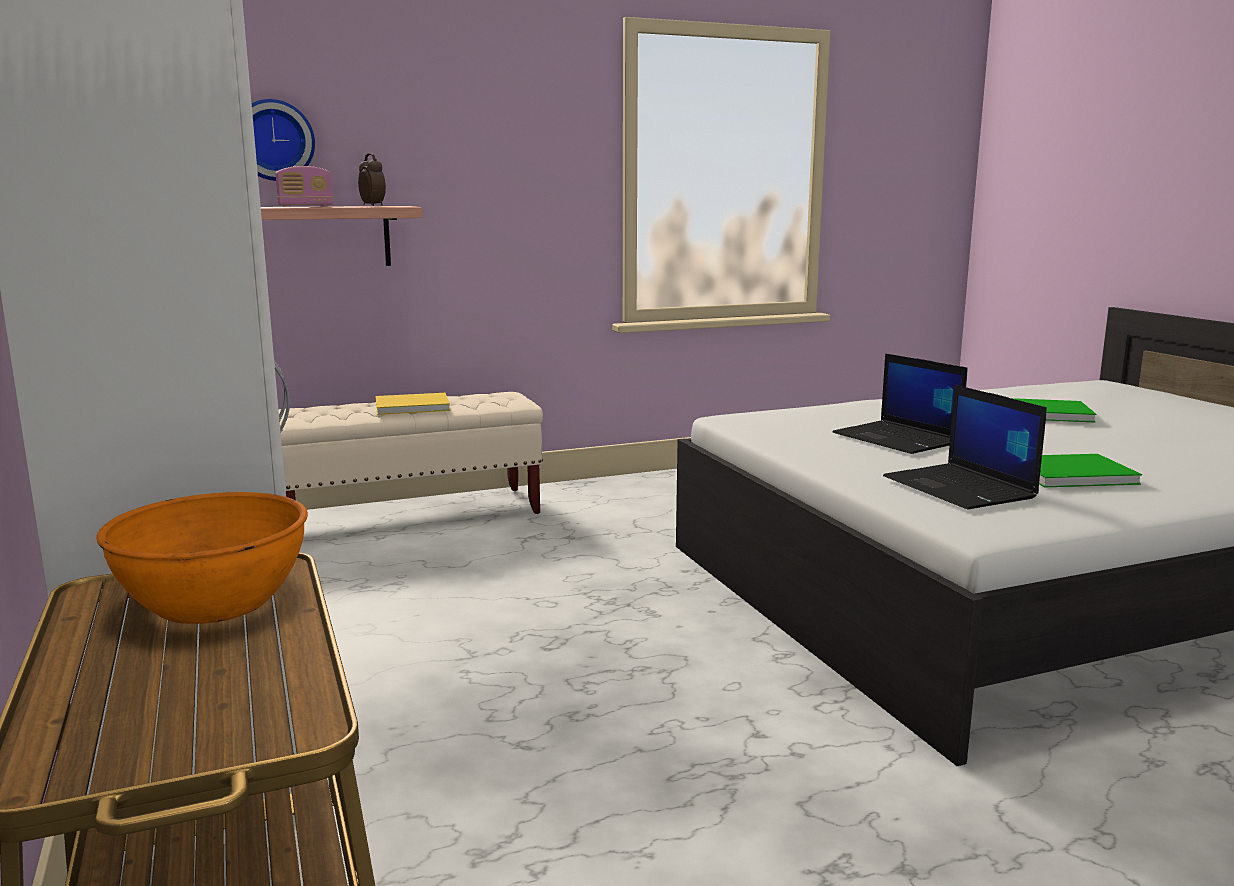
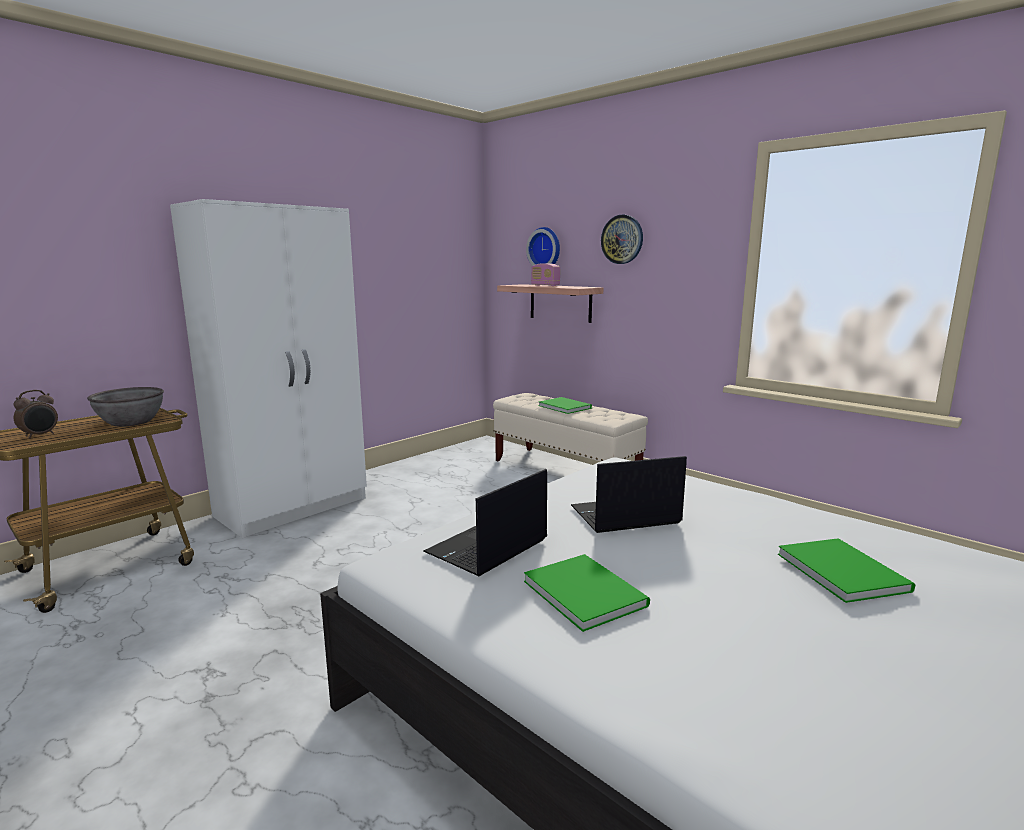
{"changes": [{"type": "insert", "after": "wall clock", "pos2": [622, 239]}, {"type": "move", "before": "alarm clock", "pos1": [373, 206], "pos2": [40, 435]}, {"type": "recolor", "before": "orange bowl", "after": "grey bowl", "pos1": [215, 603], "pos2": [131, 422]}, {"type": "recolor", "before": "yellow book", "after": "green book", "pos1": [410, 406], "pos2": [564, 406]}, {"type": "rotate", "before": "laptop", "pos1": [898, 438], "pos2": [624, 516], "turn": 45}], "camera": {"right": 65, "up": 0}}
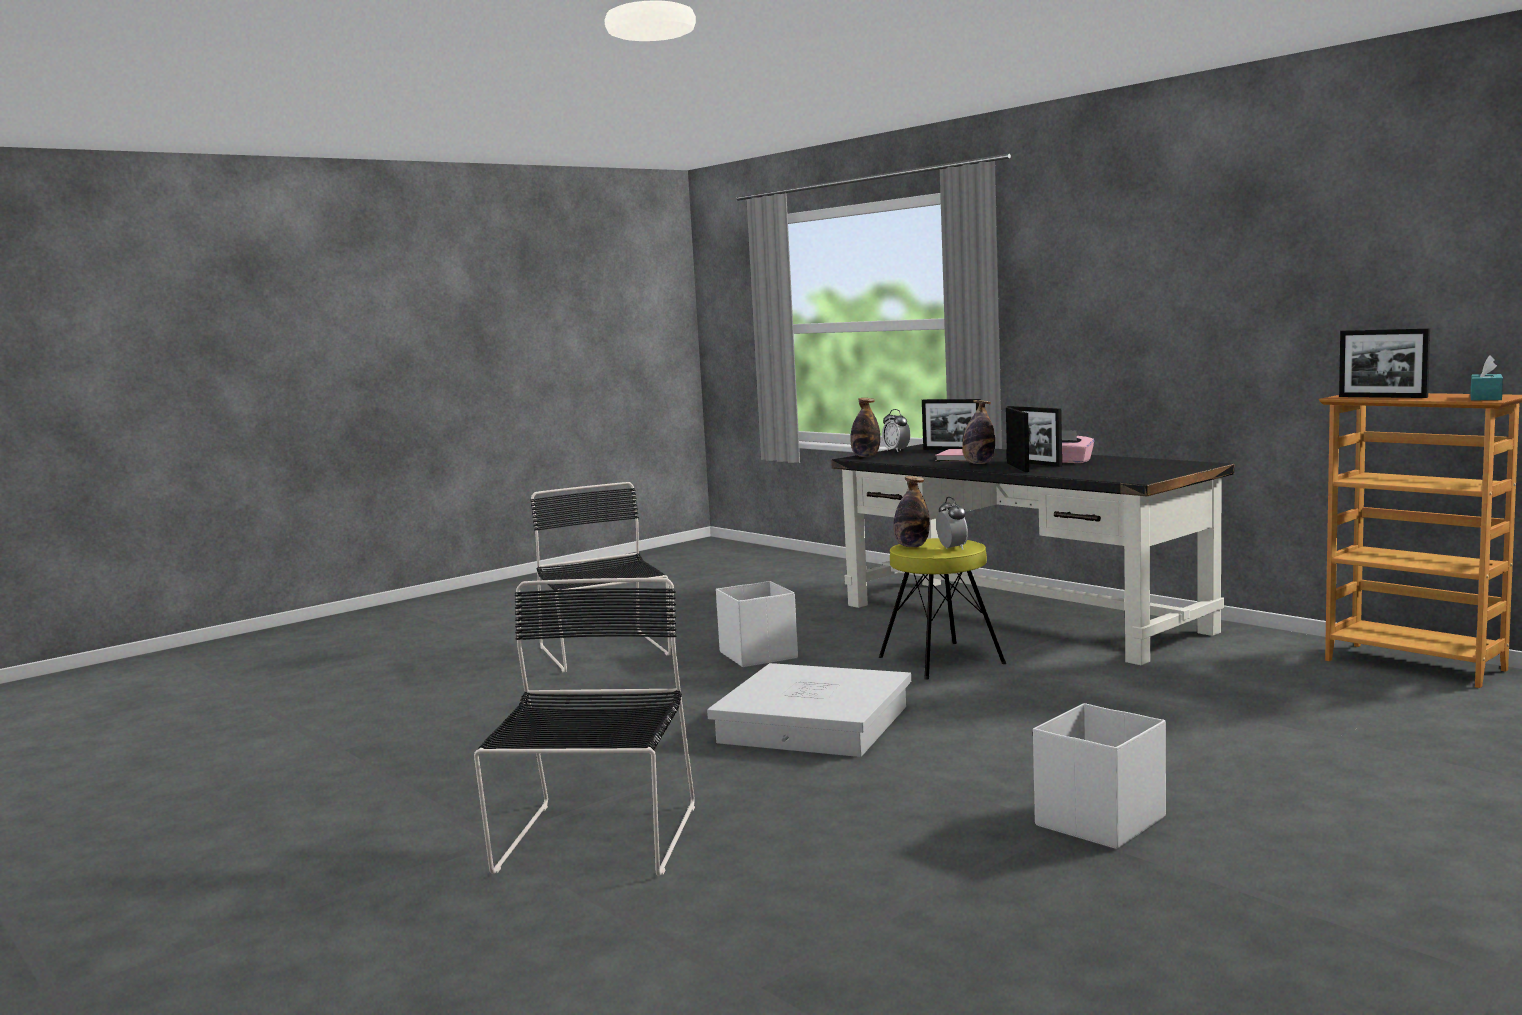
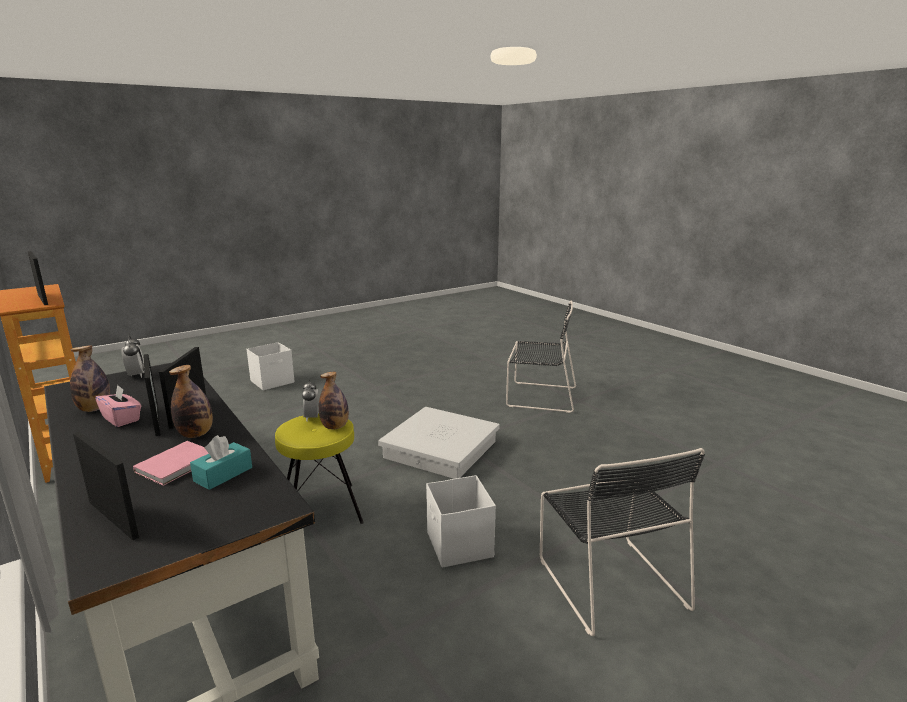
{"changes": [{"type": "move", "before": "bottle", "pos1": [865, 456], "pos2": [94, 409]}, {"type": "move", "before": "alarm clock", "pos1": [896, 451], "pos2": [136, 375]}, {"type": "move", "before": "white storage box", "pos1": [1098, 822], "pos2": [273, 382]}, {"type": "move", "before": "turquoise tissue box", "pos1": [1485, 398], "pos2": [223, 474]}, {"type": "rotate", "before": "black chair", "pos1": [595, 842], "pos2": [539, 396], "turn": -90}], "camera": {"right": -175, "up": 10}}
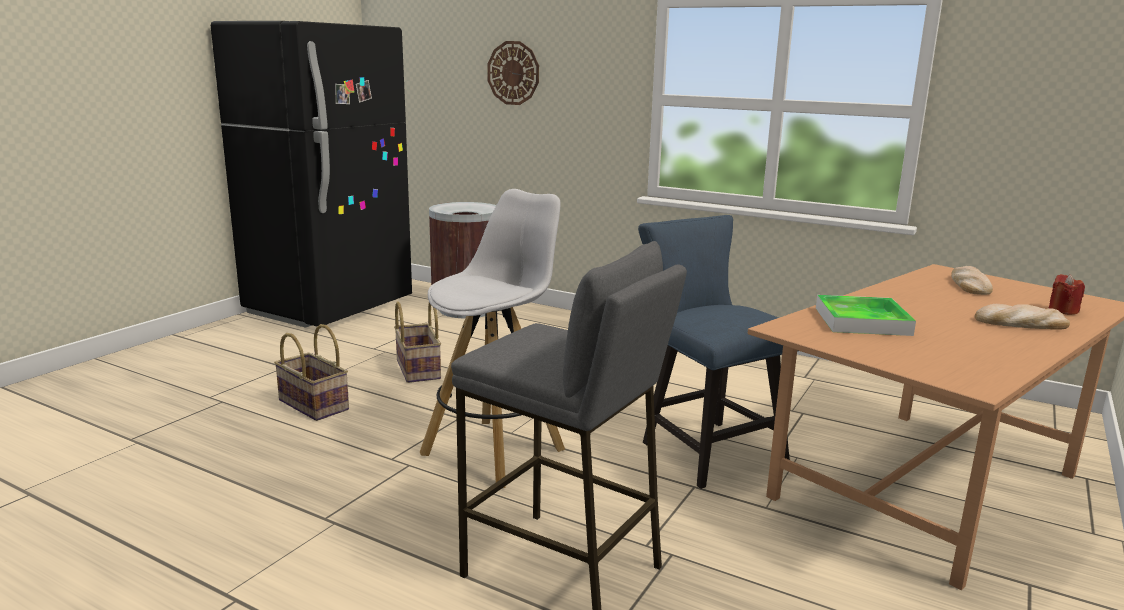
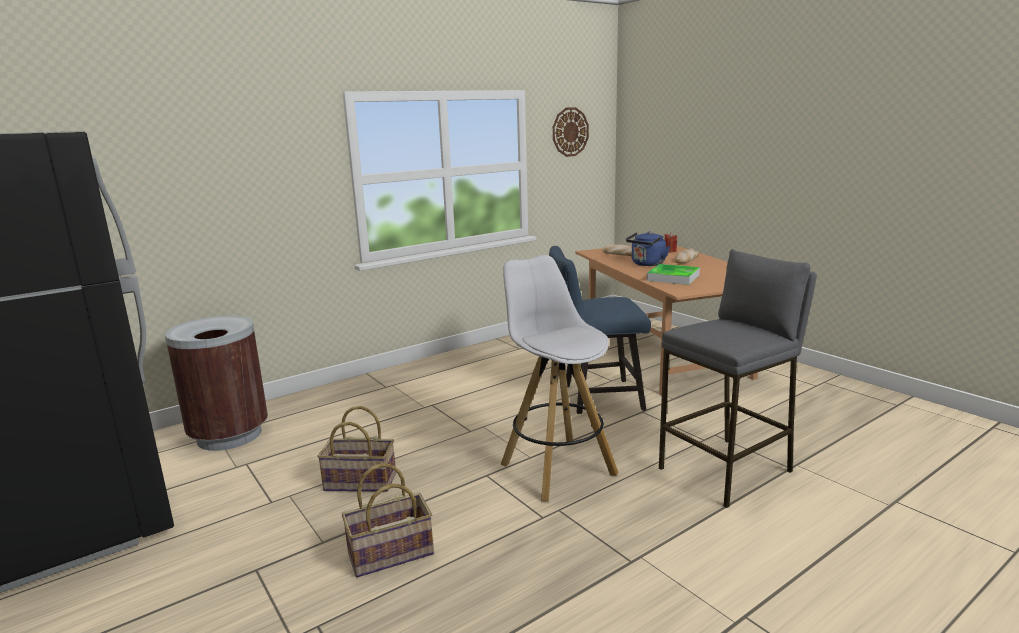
{"changes": [{"type": "insert", "after": "blue kettle", "pos2": [647, 264]}, {"type": "move", "before": "wall clock", "pos1": [513, 73], "pos2": [570, 132]}], "camera": {"right": -65, "up": 0}}
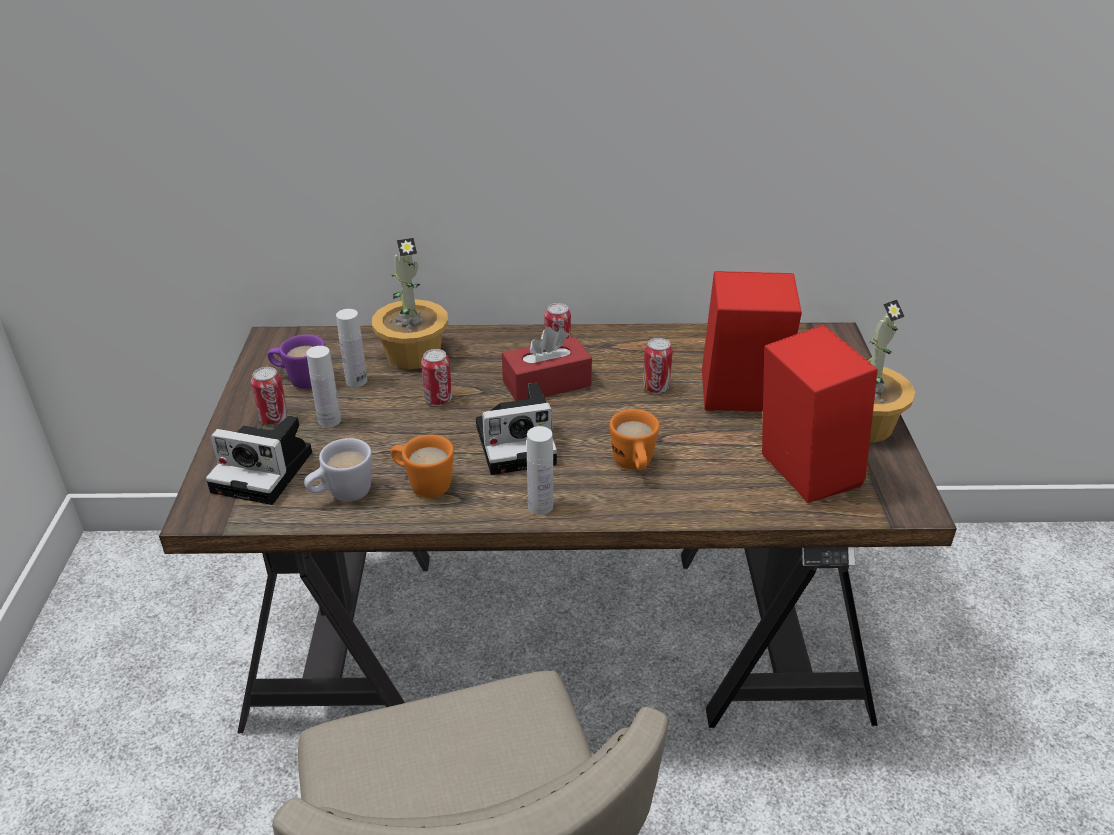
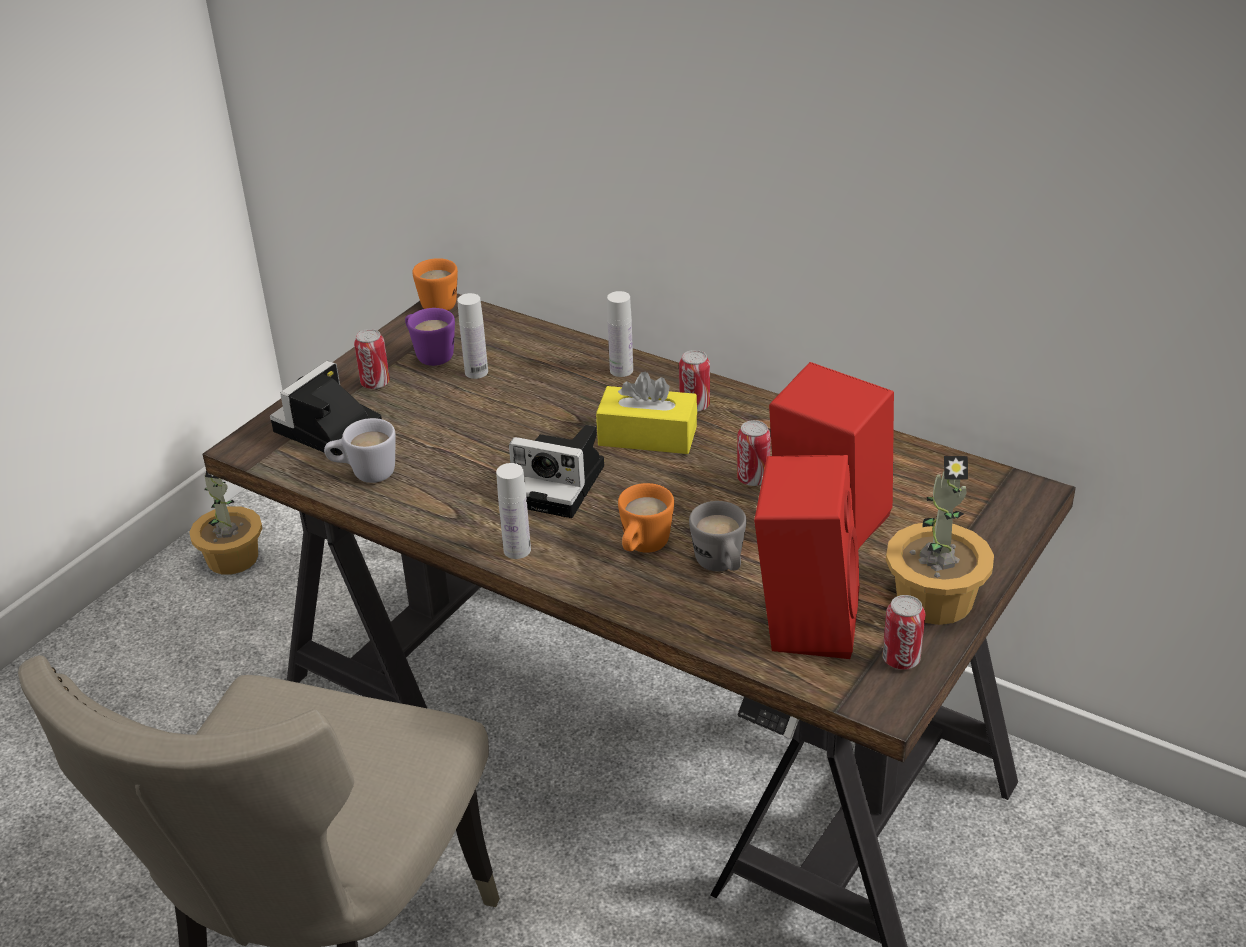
{"changes": [{"type": "insert", "after": "grey mug", "pos2": [721, 567]}, {"type": "move", "before": "white bottle", "pos1": [329, 420], "pos2": [621, 370]}, {"type": "move", "before": "potted plant", "pos1": [413, 353], "pos2": [233, 557]}, {"type": "move", "before": "orange mug", "pos1": [423, 484], "pos2": [435, 302]}, {"type": "move", "before": "can", "pos1": [438, 399], "pos2": [901, 659]}, {"type": "recolor", "before": "red tissue box", "after": "yellow tissue box", "pos1": [546, 383], "pos2": [647, 436]}, {"type": "rotate", "before": "photo camera", "pos1": [266, 471], "pos2": [326, 430], "turn": 75}], "camera": {"right": 35, "up": 0}}
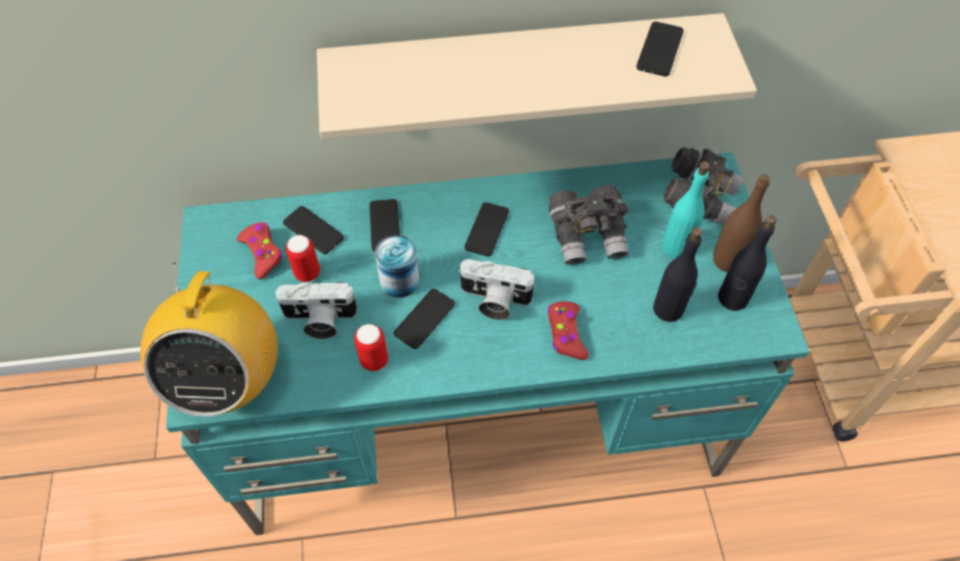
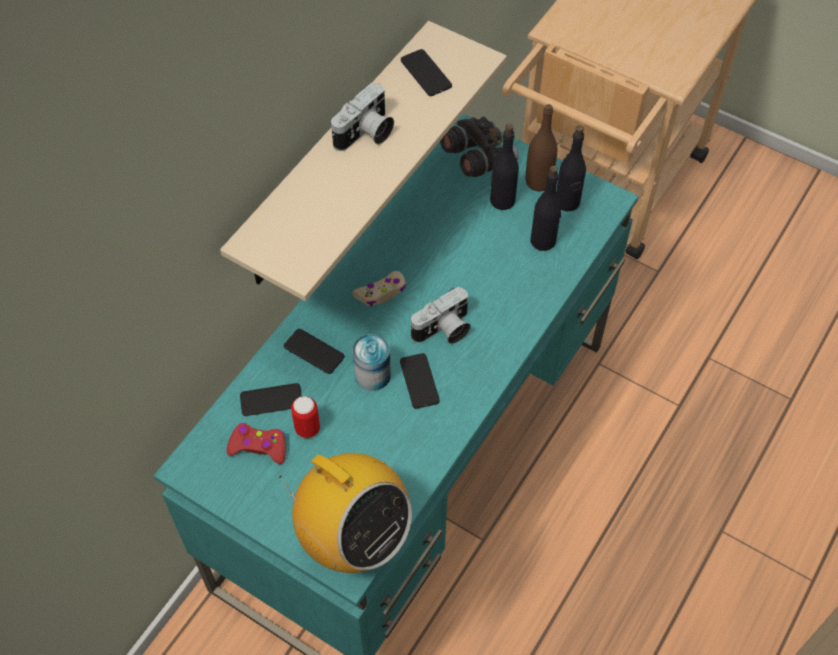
{"changes": [{"type": "delete", "before": "can", "pos1": [374, 360]}, {"type": "delete", "before": "red game controller", "pos1": [566, 334]}, {"type": "delete", "before": "grey binoculars", "pos1": [588, 235]}, {"type": "move", "before": "photo camera", "pos1": [319, 320], "pos2": [366, 134]}, {"type": "replace", "before": "phone", "after": "beige game controller", "pos1": [487, 229], "pos2": [381, 293]}, {"type": "recolor", "before": "turquoise bottle", "after": "black bottle", "pos1": [676, 247], "pos2": [502, 200]}], "camera": {"right": -50, "up": 0}}
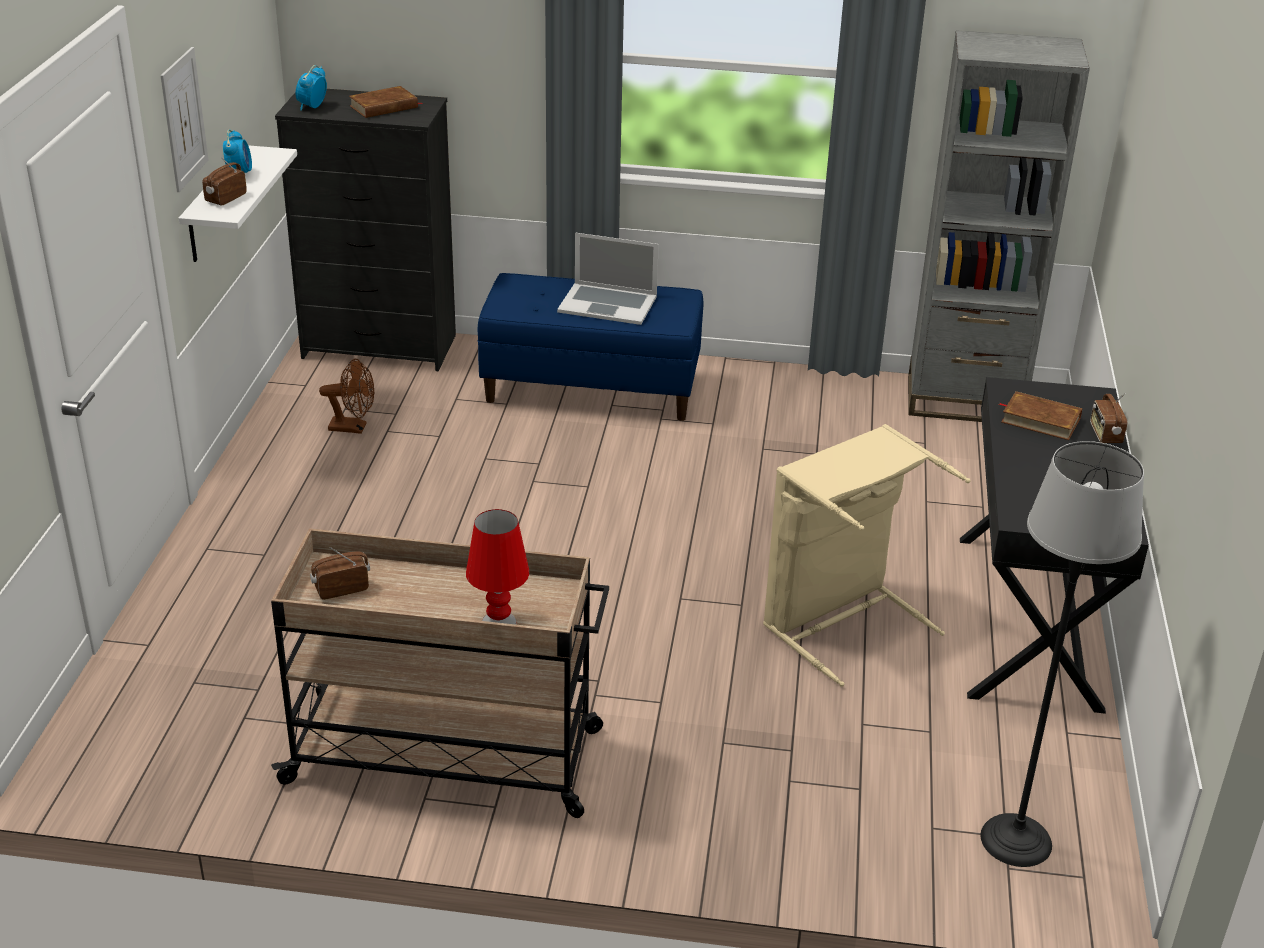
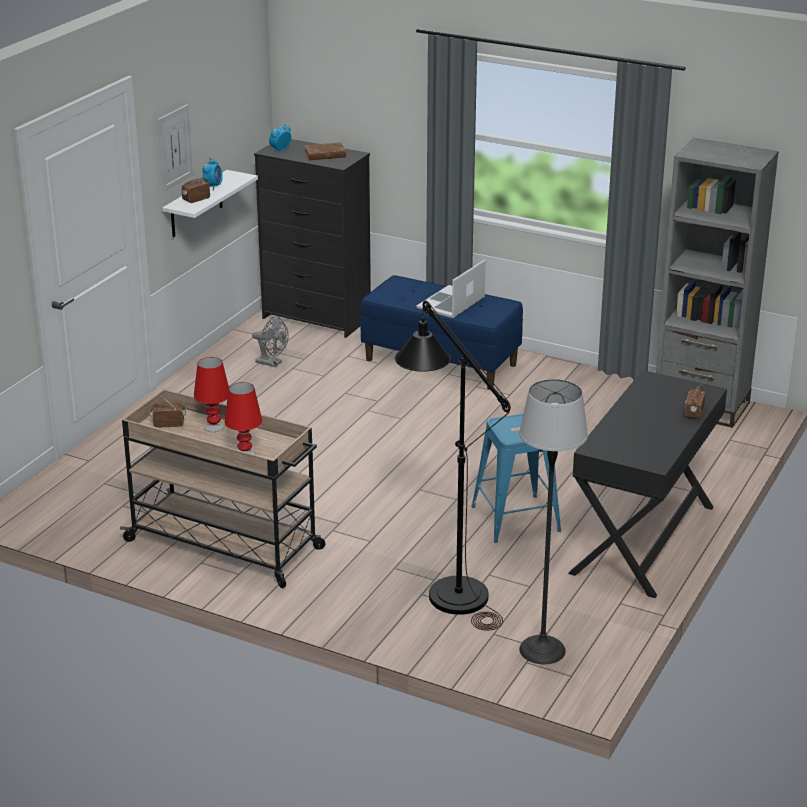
{"changes": [{"type": "delete", "before": "brown book", "pos1": [1040, 420]}, {"type": "insert", "after": "red table lamp", "pos2": [213, 427]}, {"type": "insert", "after": "black floor lamp", "pos2": [448, 588]}, {"type": "replace", "before": "beige laundry basket", "after": "blue stool", "pos1": [841, 621], "pos2": [515, 519]}, {"type": "recolor", "before": "brown fan", "after": "grey fan", "pos1": [353, 427], "pos2": [272, 363]}, {"type": "rotate", "before": "laptop", "pos1": [608, 304], "pos2": [451, 302], "turn": 90}], "camera": {"right": 20, "up": -5}}
